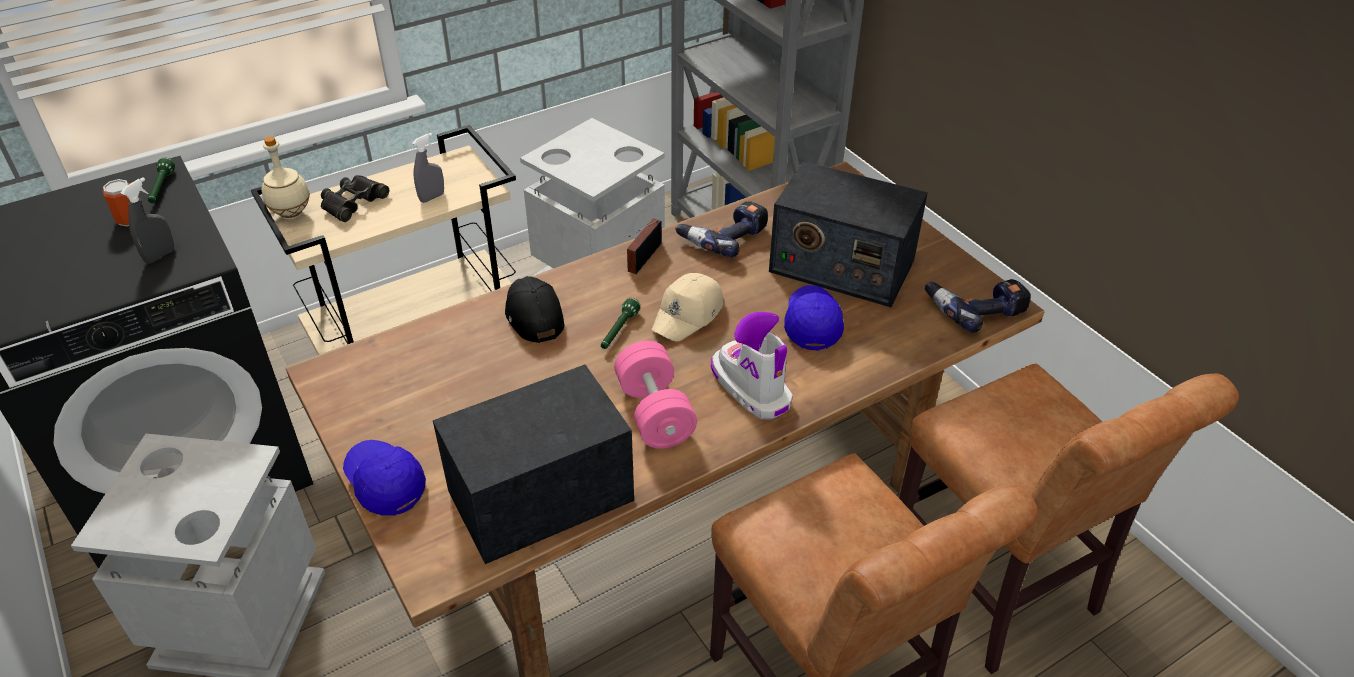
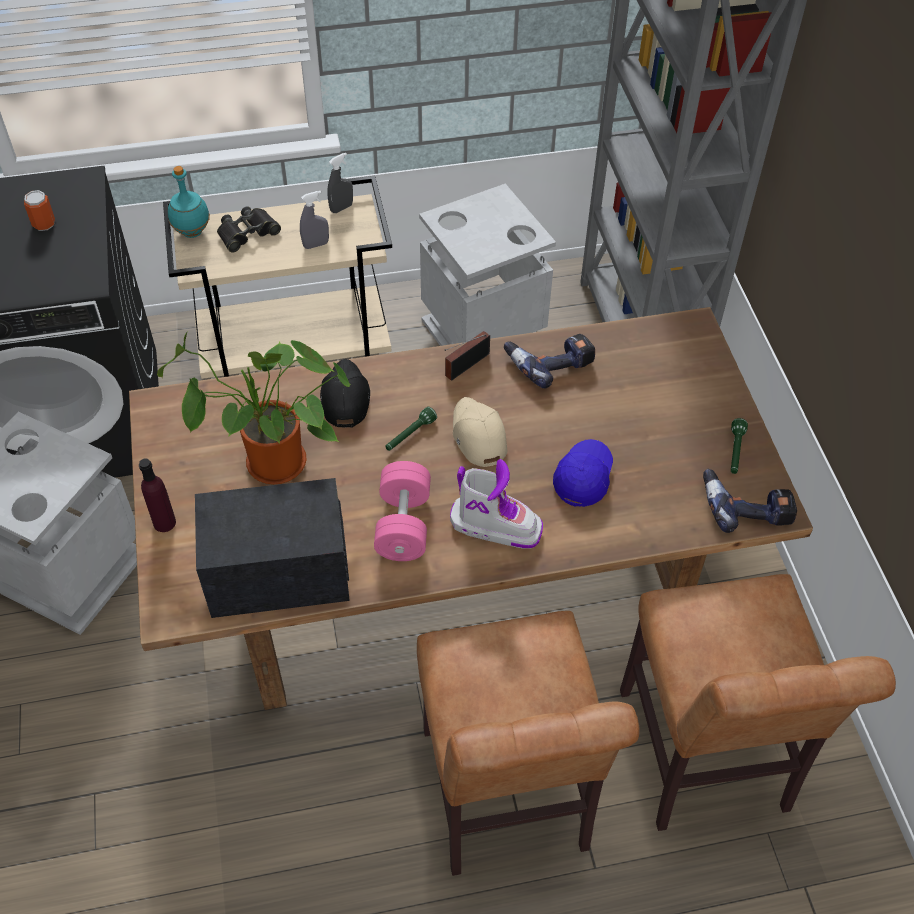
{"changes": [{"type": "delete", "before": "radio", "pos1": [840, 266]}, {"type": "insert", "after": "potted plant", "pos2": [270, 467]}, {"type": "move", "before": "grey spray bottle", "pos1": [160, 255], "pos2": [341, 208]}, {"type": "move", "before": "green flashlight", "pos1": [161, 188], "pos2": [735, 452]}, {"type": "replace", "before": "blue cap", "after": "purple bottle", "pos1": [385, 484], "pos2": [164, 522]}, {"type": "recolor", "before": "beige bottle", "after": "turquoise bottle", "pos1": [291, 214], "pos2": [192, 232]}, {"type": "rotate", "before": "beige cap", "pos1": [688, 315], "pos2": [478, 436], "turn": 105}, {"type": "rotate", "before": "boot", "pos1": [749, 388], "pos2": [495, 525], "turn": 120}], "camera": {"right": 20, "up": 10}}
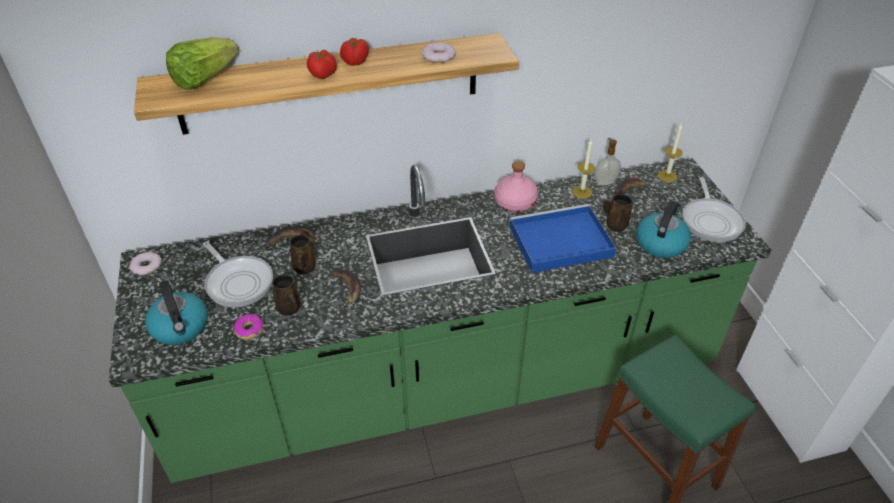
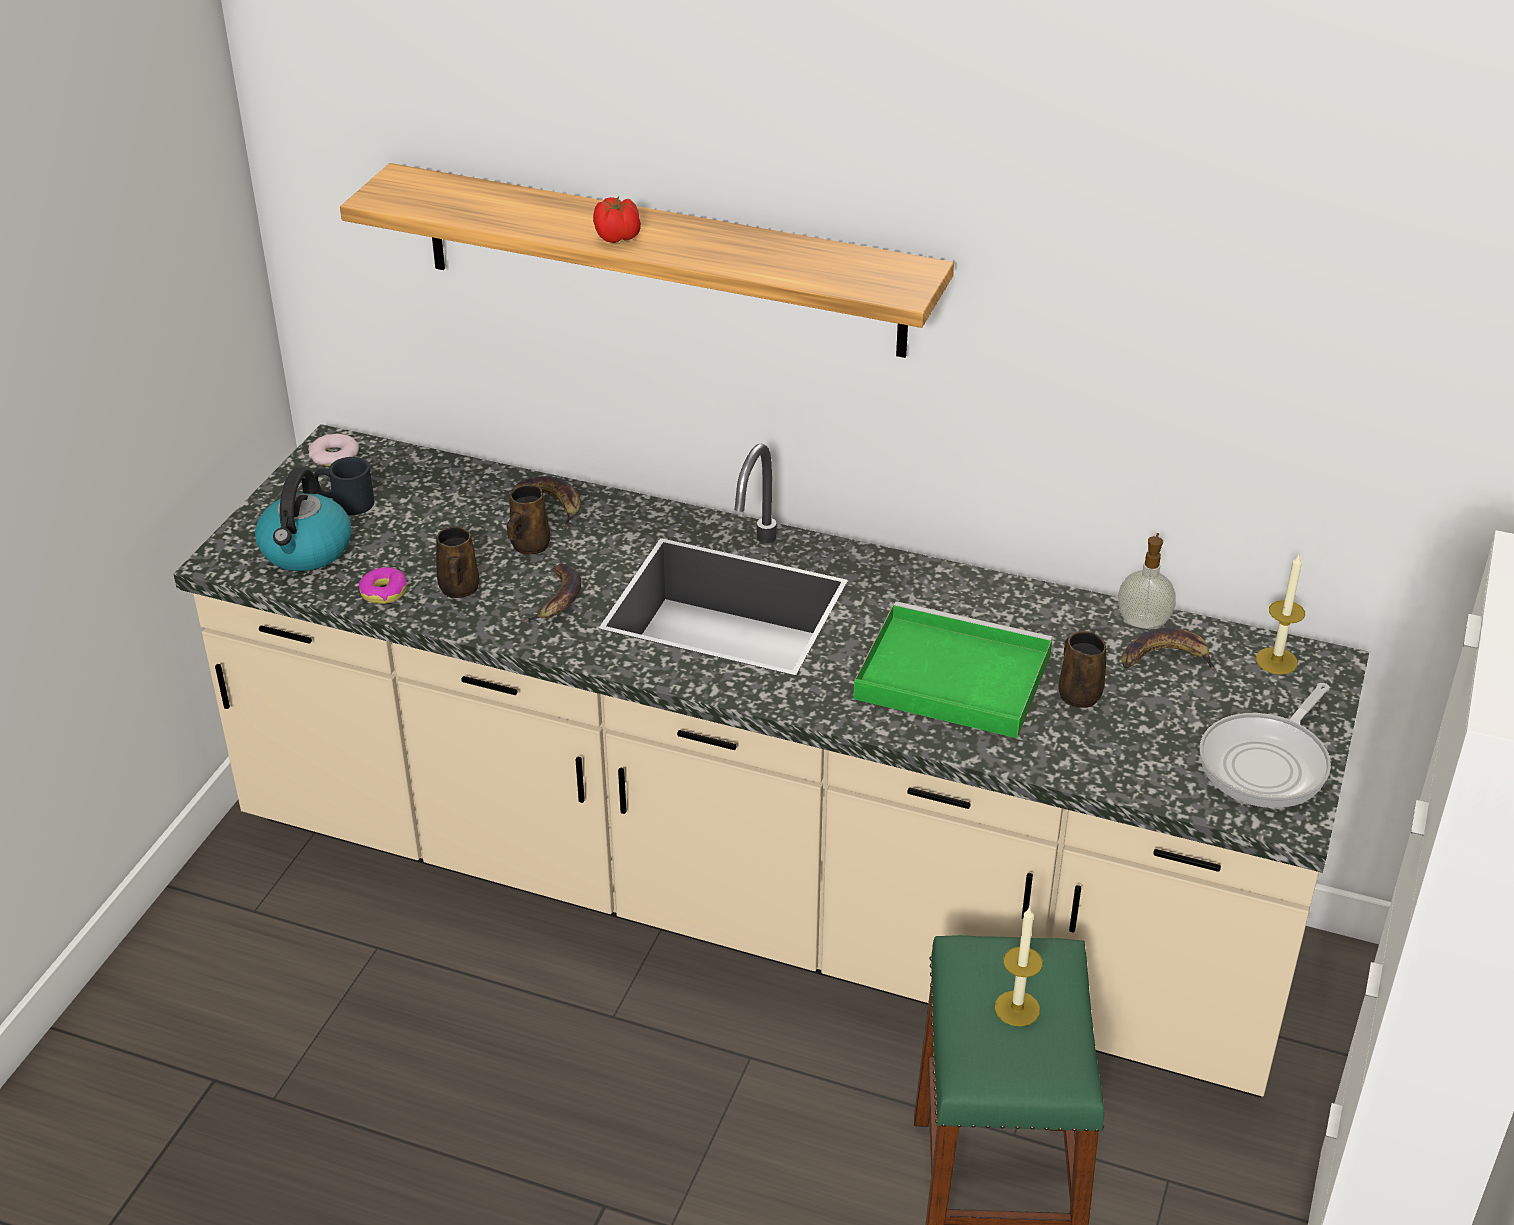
{"changes": [{"type": "delete", "before": "lettuce", "pos1": [204, 79]}, {"type": "delete", "before": "frying pan", "pos1": [238, 282]}, {"type": "delete", "before": "tomato", "pos1": [355, 62]}, {"type": "delete", "before": "donut", "pos1": [439, 56]}, {"type": "delete", "before": "pink bottle", "pos1": [514, 202]}, {"type": "delete", "before": "kettle", "pos1": [660, 243]}, {"type": "insert", "after": "black mug", "pos2": [345, 502]}, {"type": "move", "before": "candle", "pos1": [582, 192], "pos2": [1017, 1008]}, {"type": "recolor", "before": "green counter", "after": "beige counter", "pos1": [447, 382], "pos2": [757, 893]}, {"type": "recolor", "before": "blue tray", "after": "green tray", "pos1": [558, 242], "pos2": [949, 676]}], "camera": {"right": 35, "up": -5}}
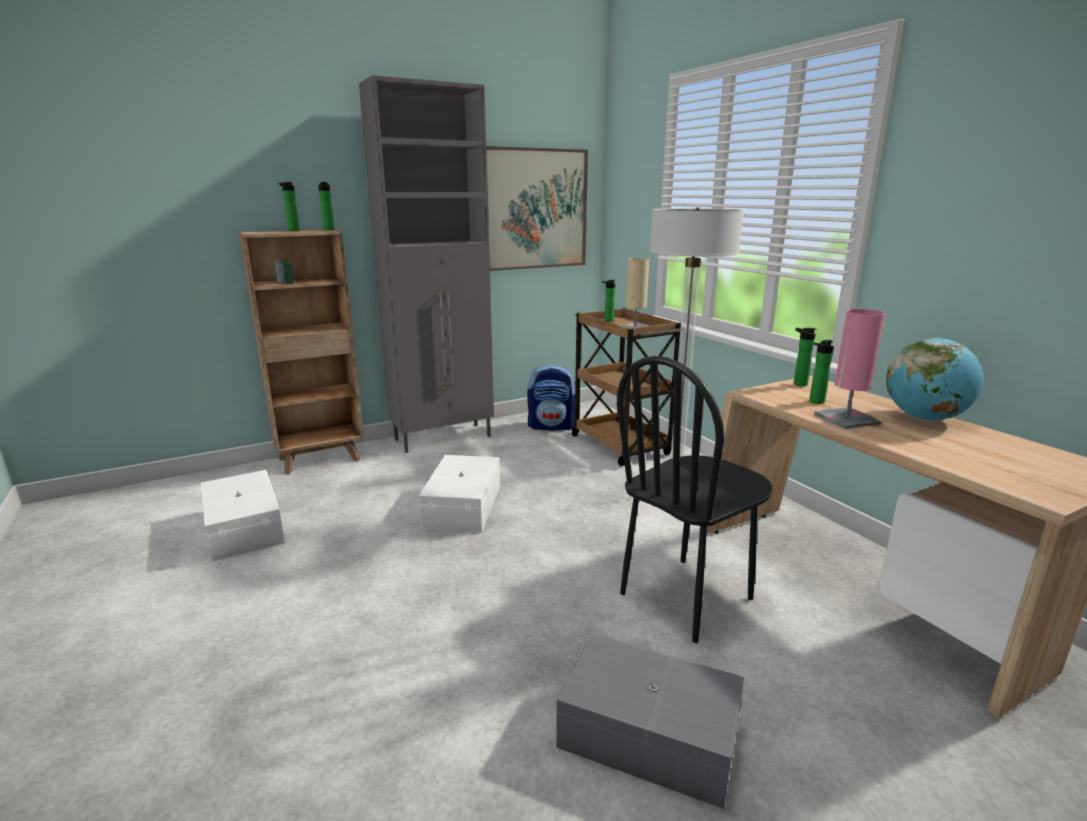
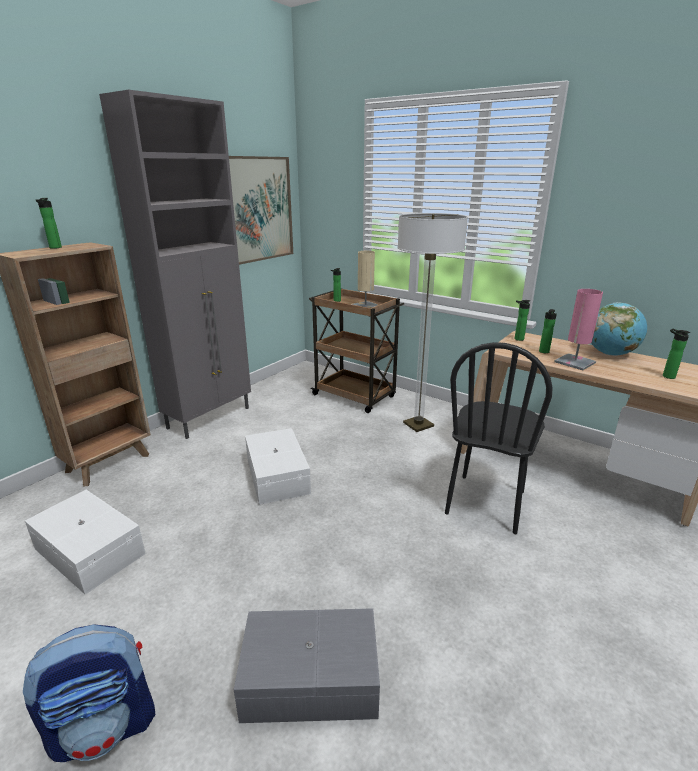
{"changes": [{"type": "move", "before": "bottle", "pos1": [329, 229], "pos2": [666, 376]}, {"type": "move", "before": "backpack", "pos1": [552, 426], "pos2": [106, 726]}, {"type": "move", "before": "grey storage box", "pos1": [648, 732], "pos2": [309, 676]}], "camera": {"right": -25, "up": 5}}
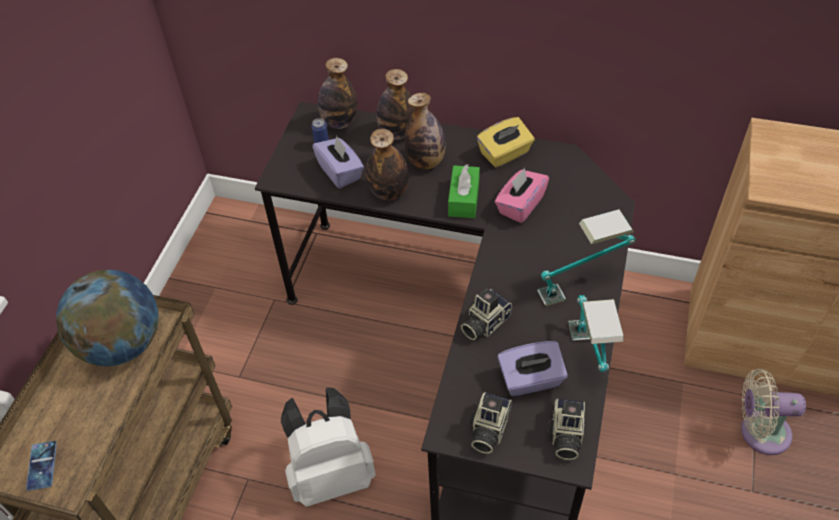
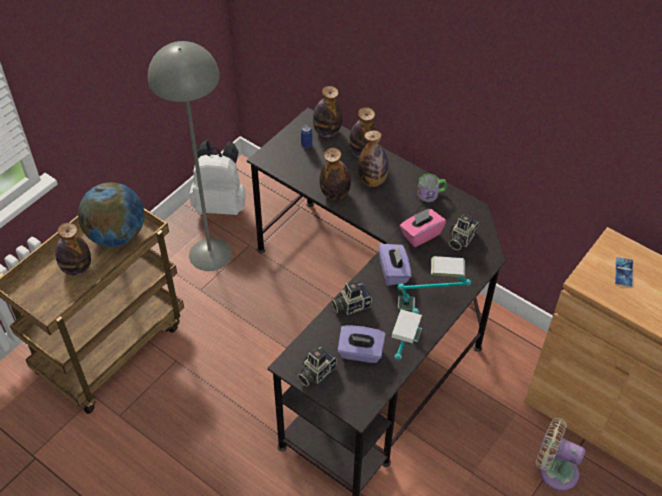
{"changes": [{"type": "delete", "before": "green tissue box", "pos1": [464, 199]}, {"type": "insert", "after": "bottle", "pos2": [77, 268]}, {"type": "insert", "after": "grey floor lamp", "pos2": [210, 254]}, {"type": "move", "before": "phone", "pos1": [42, 465], "pos2": [623, 272]}, {"type": "move", "before": "white backpack", "pos1": [331, 474], "pos2": [221, 204]}, {"type": "move", "before": "purple tissue box", "pos1": [340, 172], "pos2": [394, 272]}, {"type": "move", "before": "photo camera", "pos1": [565, 435], "pos2": [460, 238]}, {"type": "replace", "before": "yellow tissue box", "after": "mug", "pos1": [505, 154], "pos2": [431, 194]}], "camera": {"right": 20, "up": 0}}
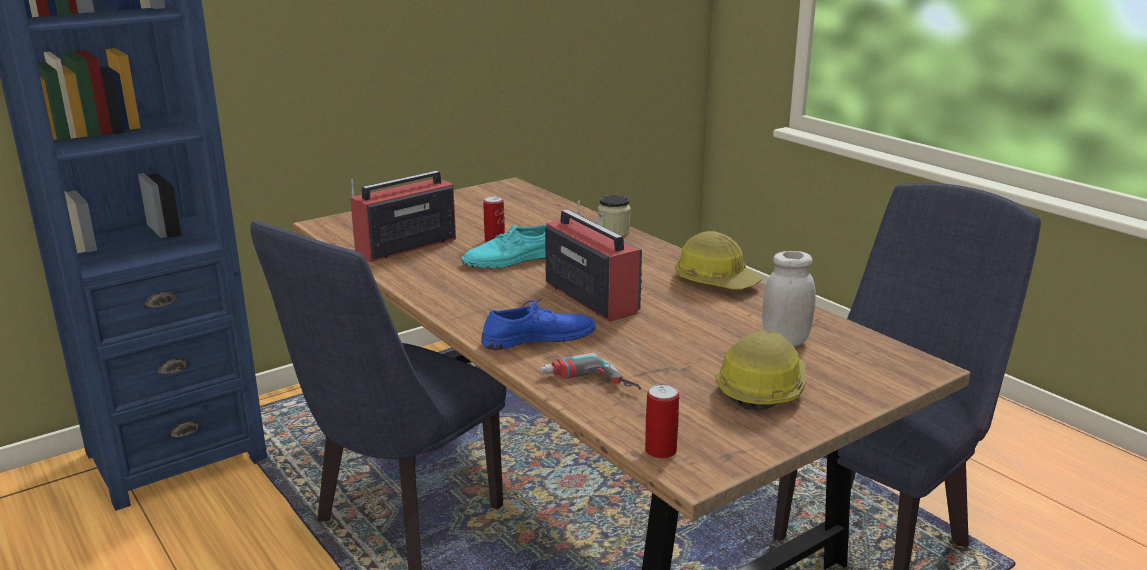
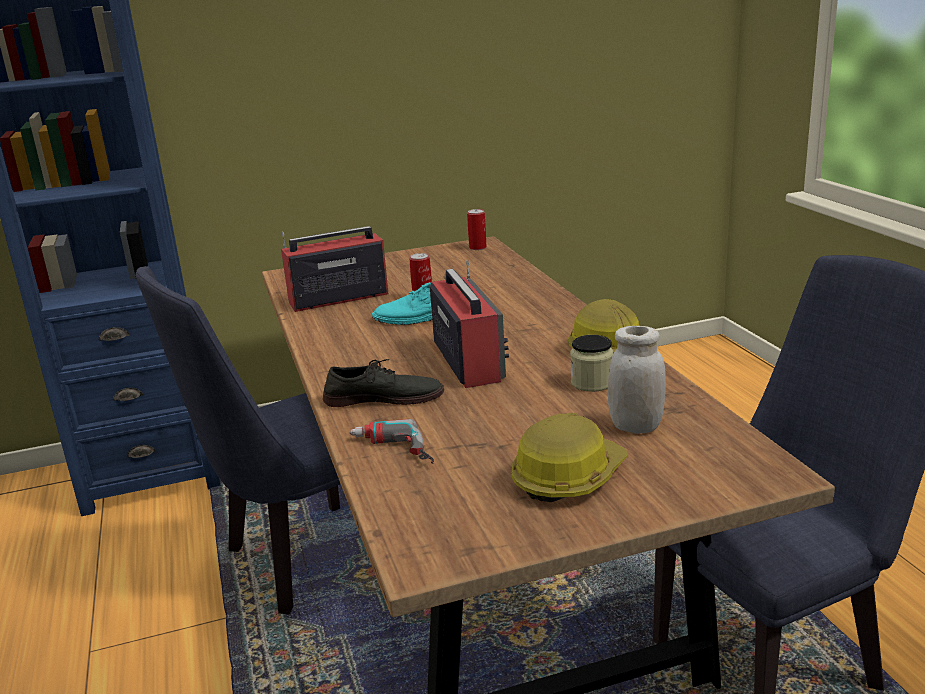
{"changes": [{"type": "move", "before": "jar", "pos1": [613, 232], "pos2": [592, 383]}, {"type": "move", "before": "can", "pos1": [660, 450], "pos2": [477, 247]}, {"type": "recolor", "before": "blue shoe", "after": "grey shoe", "pos1": [538, 337], "pos2": [384, 397]}], "camera": {"right": 20, "up": 0}}
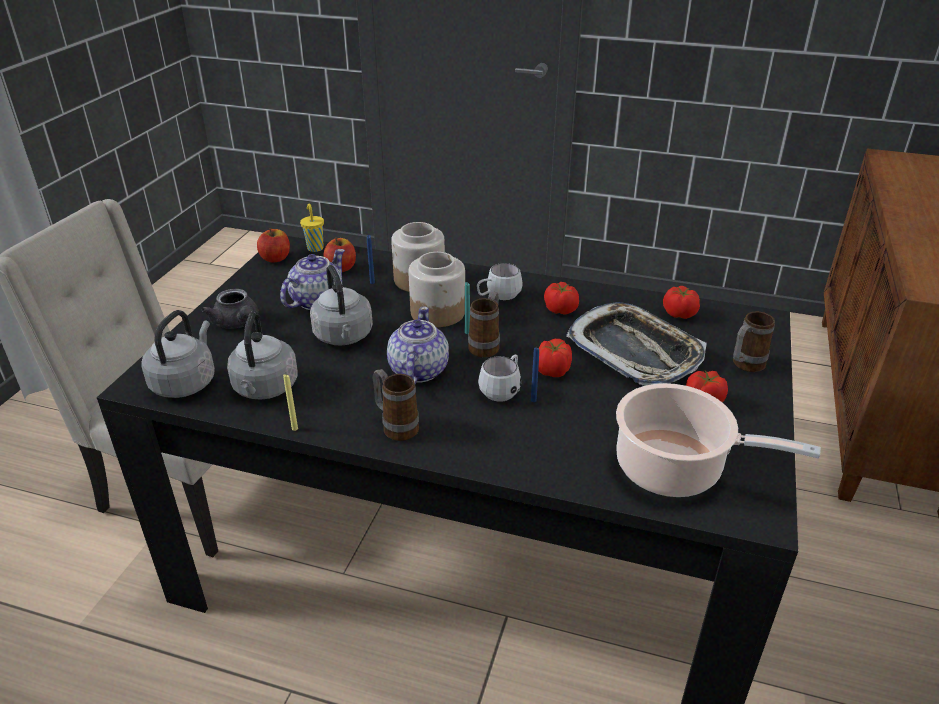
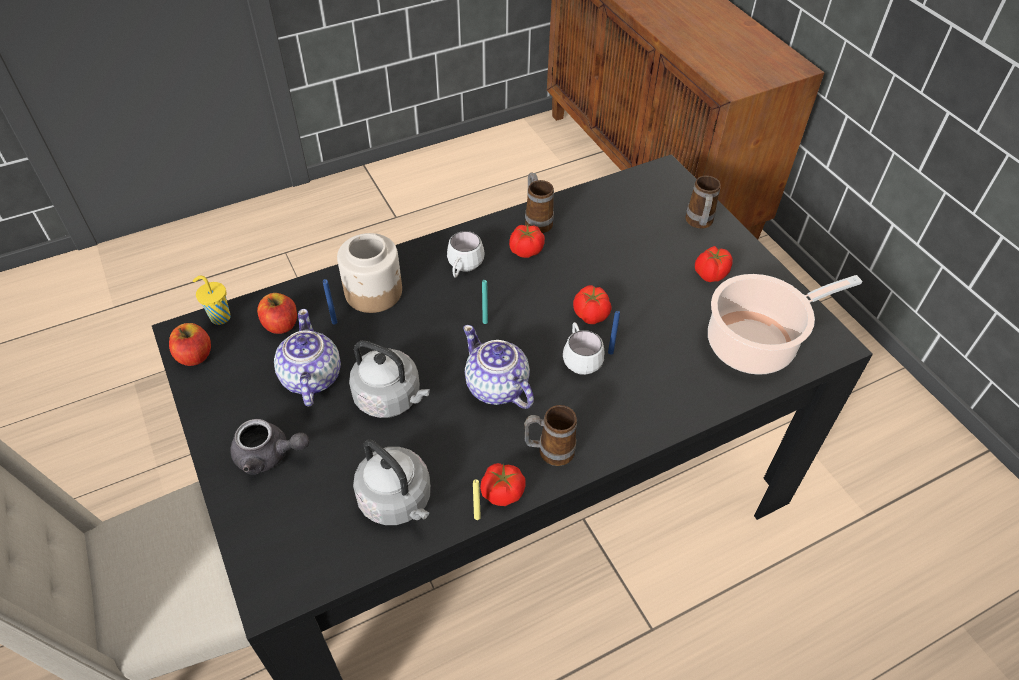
{"changes": [{"type": "delete", "before": "grey kettle", "pos1": [185, 382]}, {"type": "delete", "before": "jar", "pos1": [438, 312]}, {"type": "delete", "before": "tray", "pos1": [635, 351]}, {"type": "move", "before": "mug", "pos1": [486, 345], "pos2": [536, 220]}, {"type": "move", "before": "tomato", "pos1": [679, 314], "pos2": [502, 493]}], "camera": {"right": -45, "up": 15}}
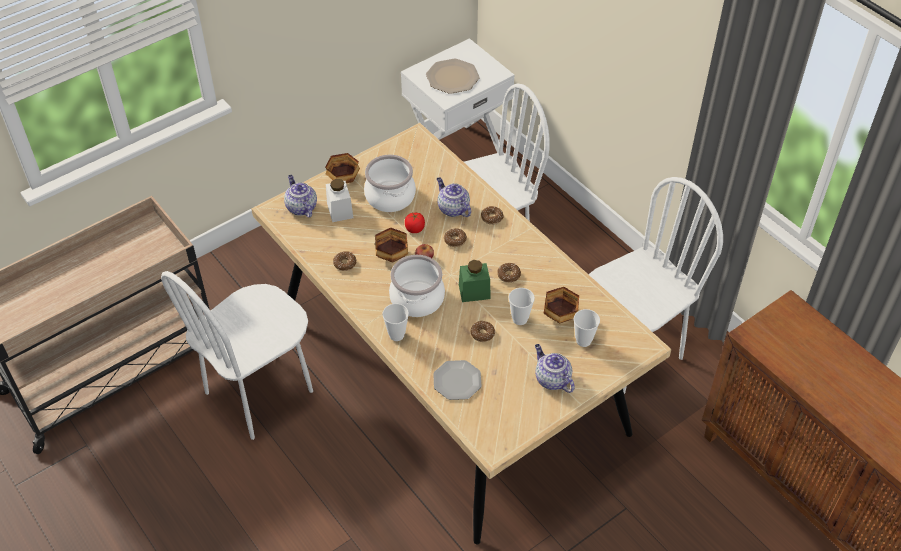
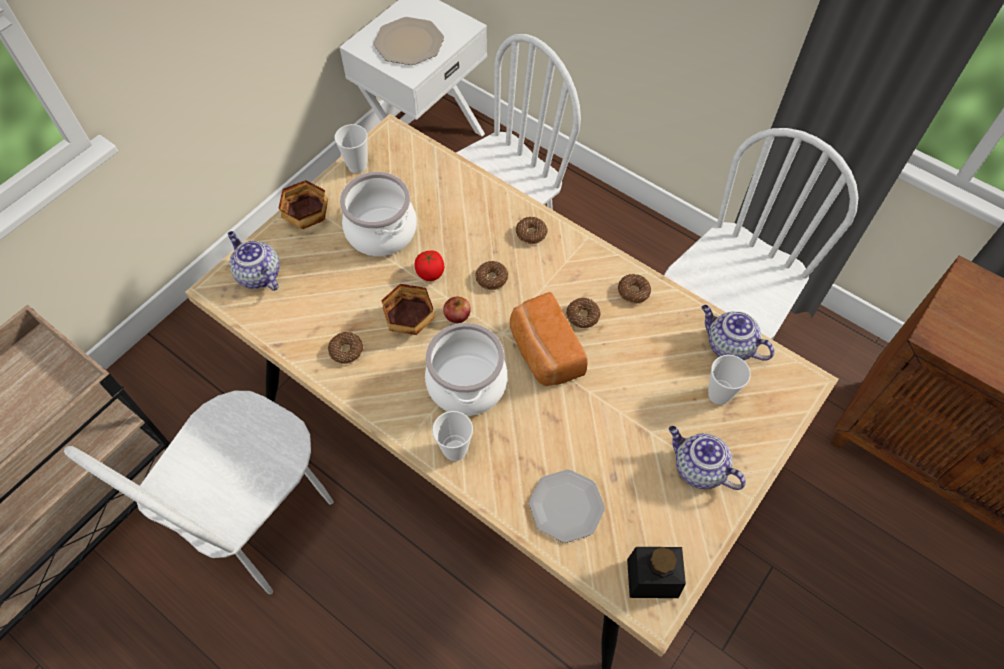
{"changes": [{"type": "delete", "before": "white jar", "pos1": [340, 210]}, {"type": "delete", "before": "bowl", "pos1": [559, 314]}, {"type": "insert", "after": "black jar", "pos2": [652, 578]}, {"type": "move", "before": "teapot", "pos1": [452, 208], "pos2": [728, 346]}, {"type": "move", "before": "donut", "pos1": [482, 334], "pos2": [633, 292]}, {"type": "move", "before": "cup", "pos1": [519, 319], "pos2": [357, 166]}, {"type": "replace", "before": "green jar", "after": "bread", "pos1": [474, 291], "pos2": [544, 353]}], "camera": {"right": -15, "up": 10}}
